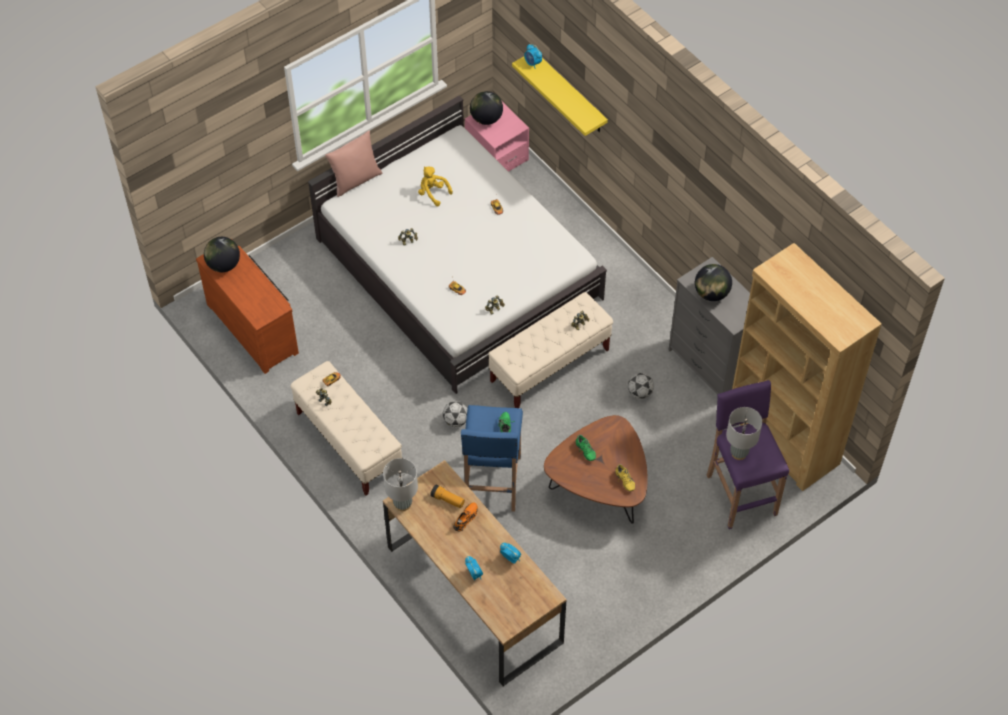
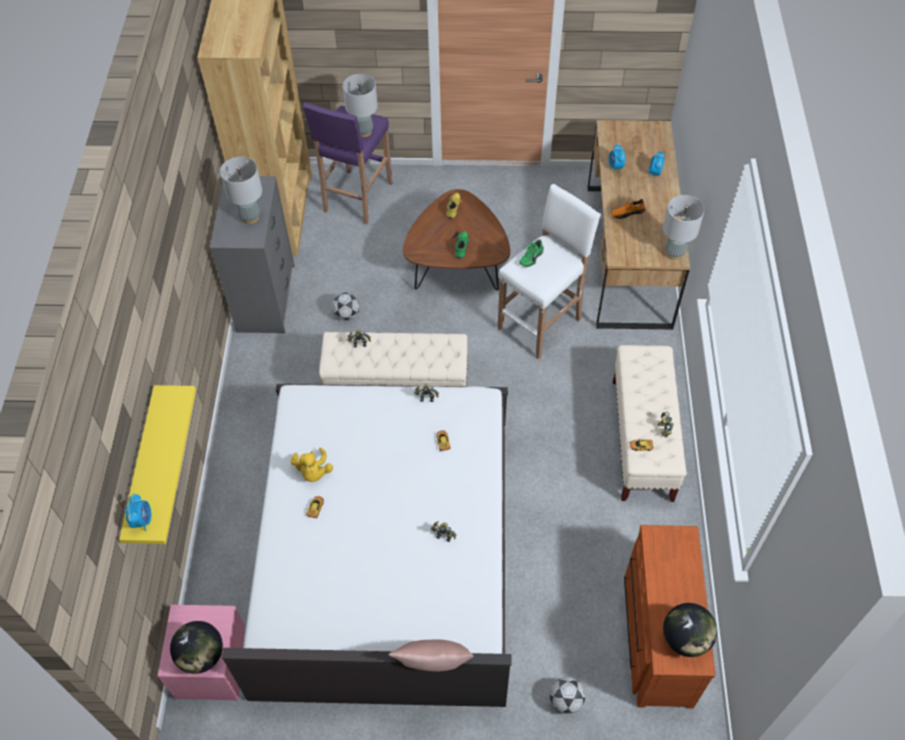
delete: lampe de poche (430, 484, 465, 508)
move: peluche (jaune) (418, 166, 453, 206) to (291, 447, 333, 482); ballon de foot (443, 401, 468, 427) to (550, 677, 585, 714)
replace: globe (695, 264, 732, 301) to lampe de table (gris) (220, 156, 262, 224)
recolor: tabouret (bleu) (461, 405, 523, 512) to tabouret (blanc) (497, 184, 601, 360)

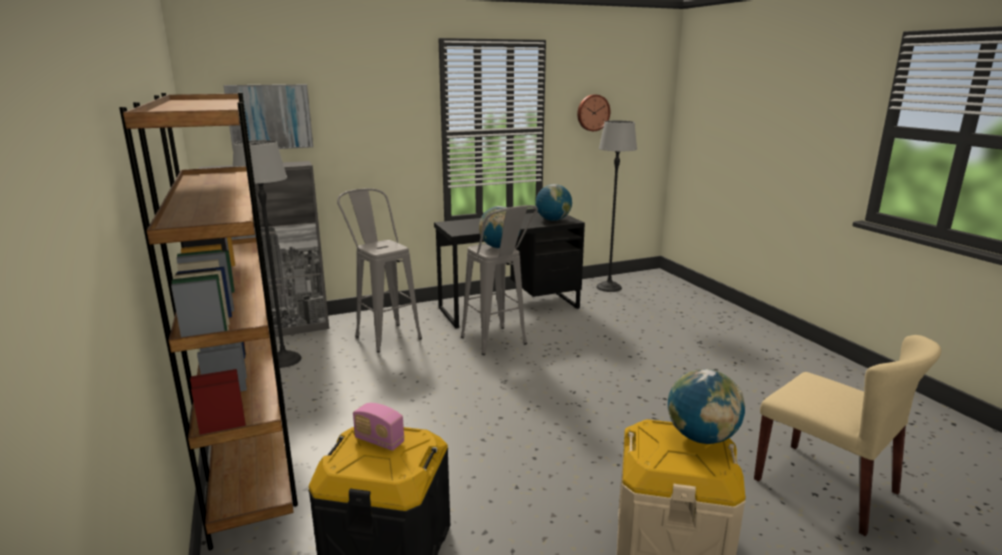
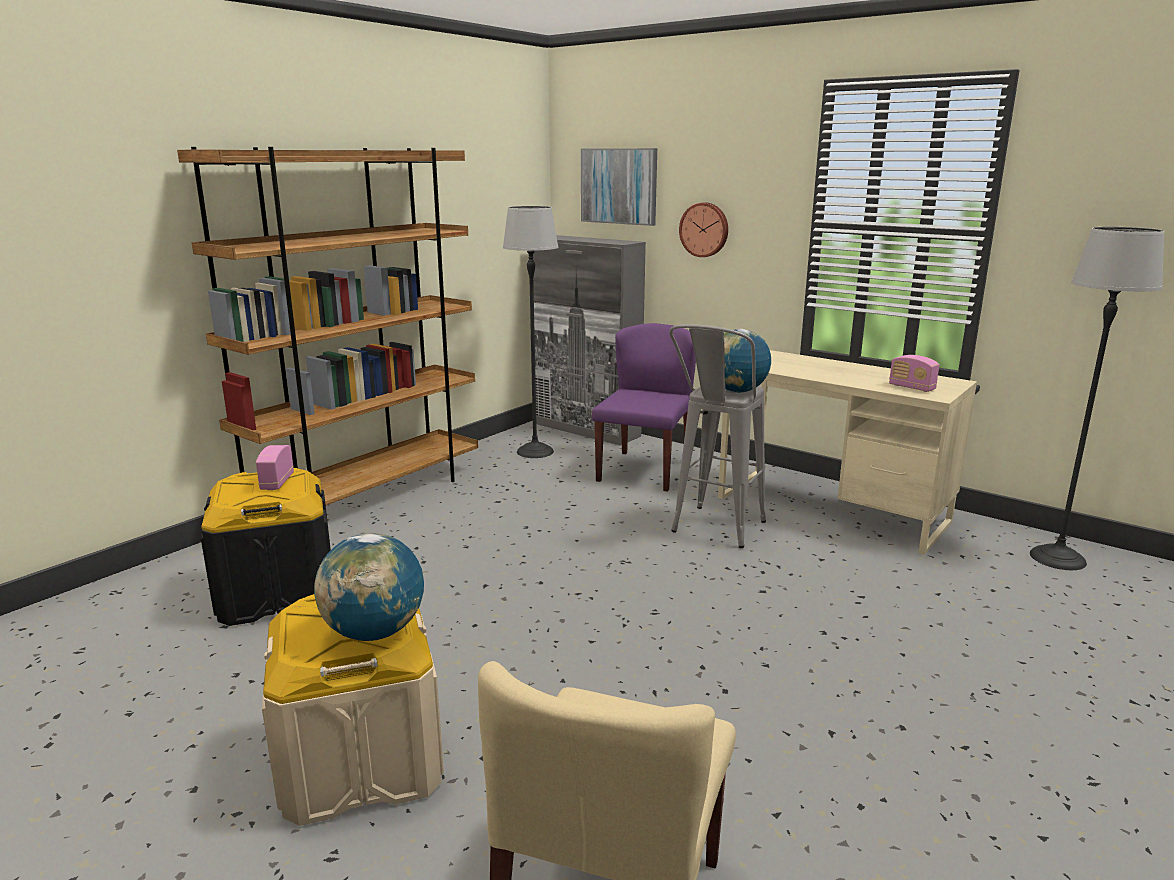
move: horloge murale (577, 95, 610, 131) to (679, 203, 728, 257)
replace: globe (536, 184, 572, 221) to radio (889, 355, 939, 392); tabouret (gris) (337, 188, 422, 353) to chaise (violet) (592, 323, 696, 492)
recolor: bureau (noir) (434, 212, 585, 328) to bureau (beige) (718, 350, 977, 555)

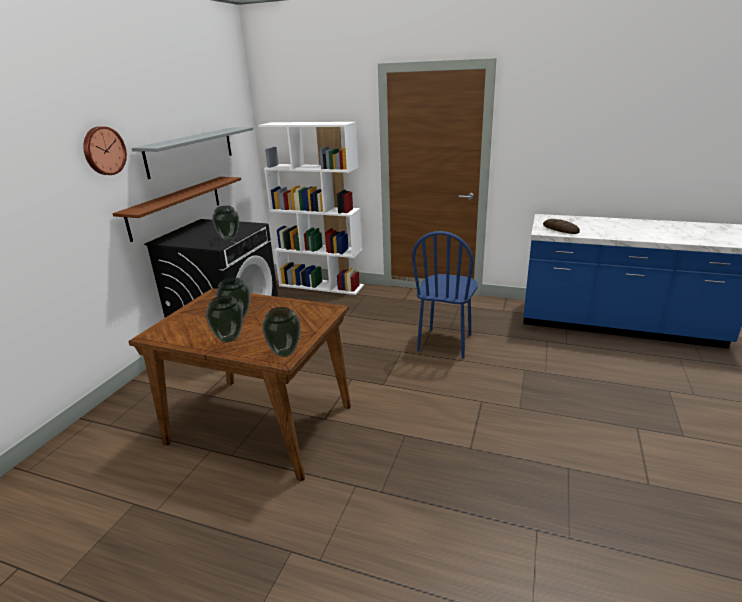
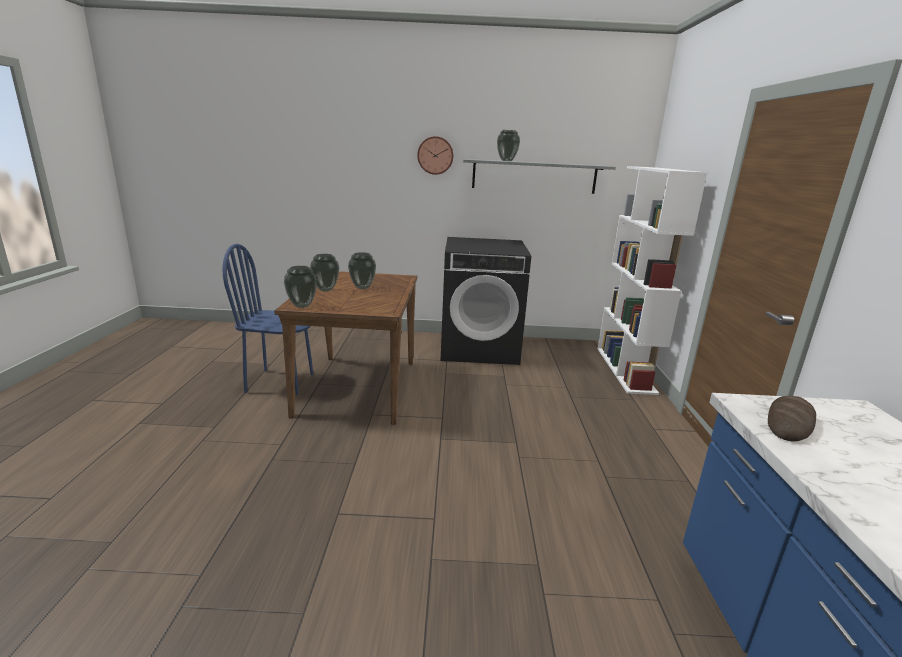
delete: étagère (marron) (113, 177, 241, 242)
move: vase (212, 206, 239, 240) to (497, 130, 520, 161); chaise (bleu) (412, 231, 478, 359) to (223, 244, 313, 395)

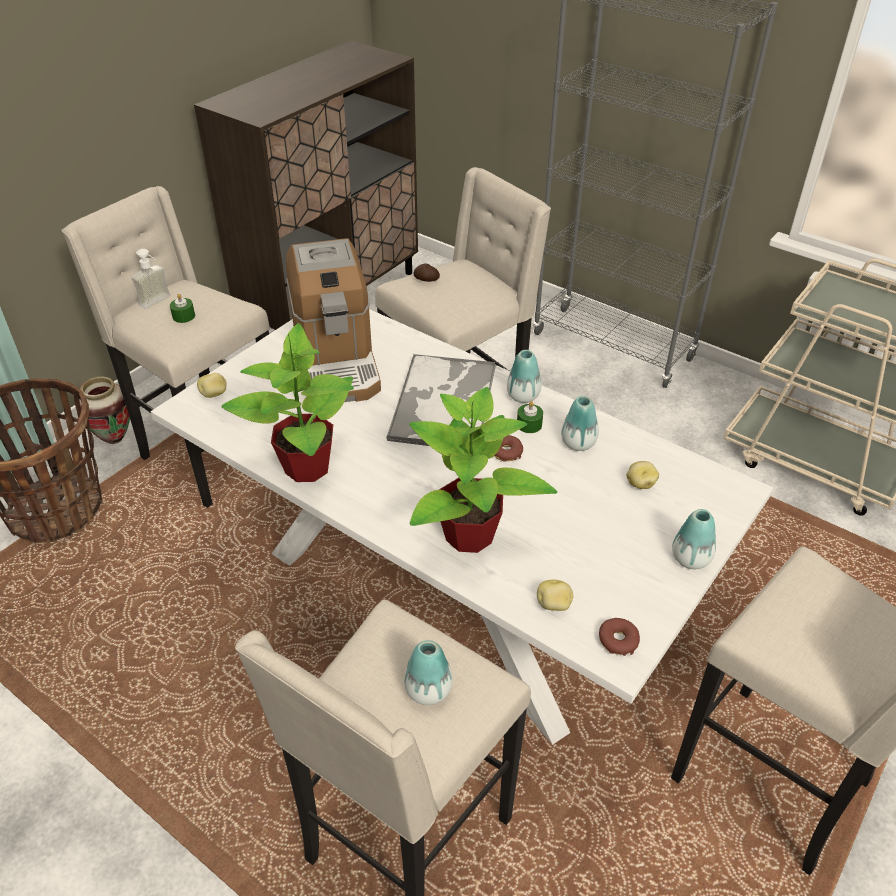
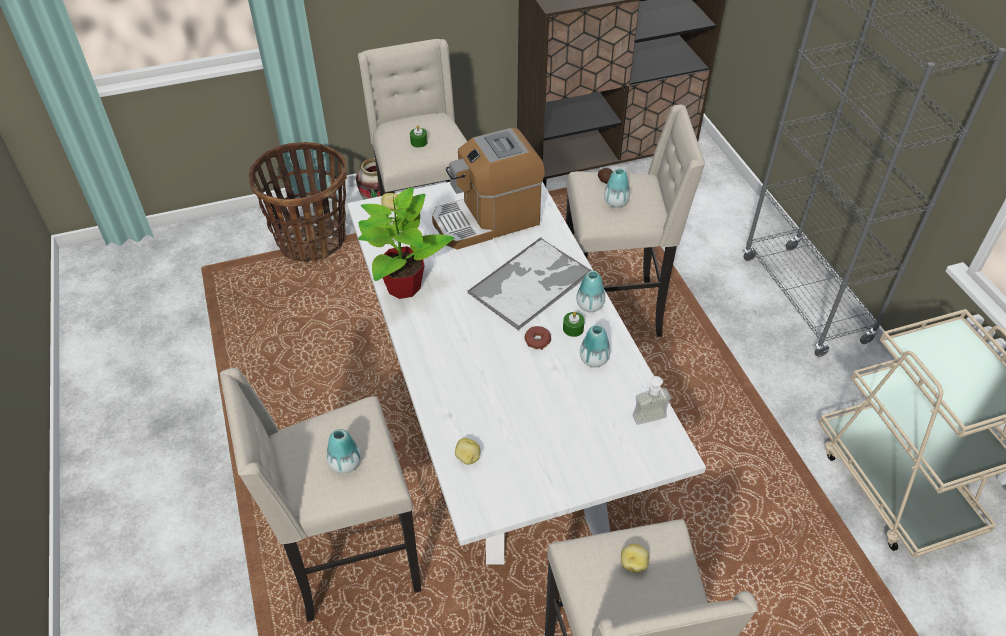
delete: plante en pot (409, 387, 557, 553); beignet (599, 618, 640, 656)
move: distributeur de savon (131, 249, 170, 309) to (632, 376, 671, 425); pomme de terre (626, 461, 659, 489) to (621, 543, 649, 573); vase (672, 509, 716, 569) to (604, 168, 630, 208)
rotate: machine à café (286, 238, 381, 402) = (432, 128, 545, 250) 45 degrees clockwise

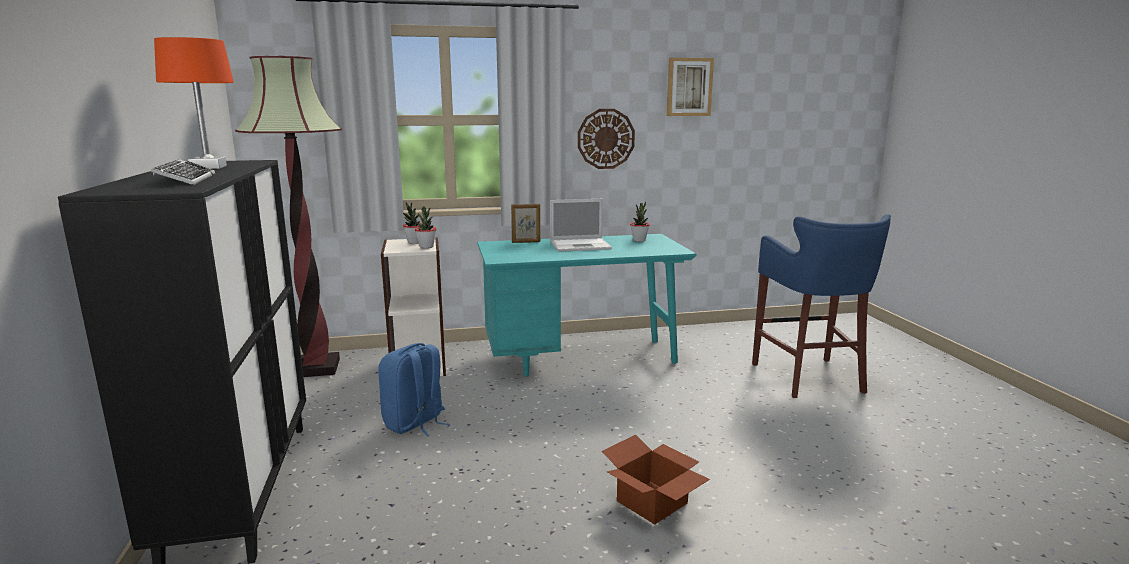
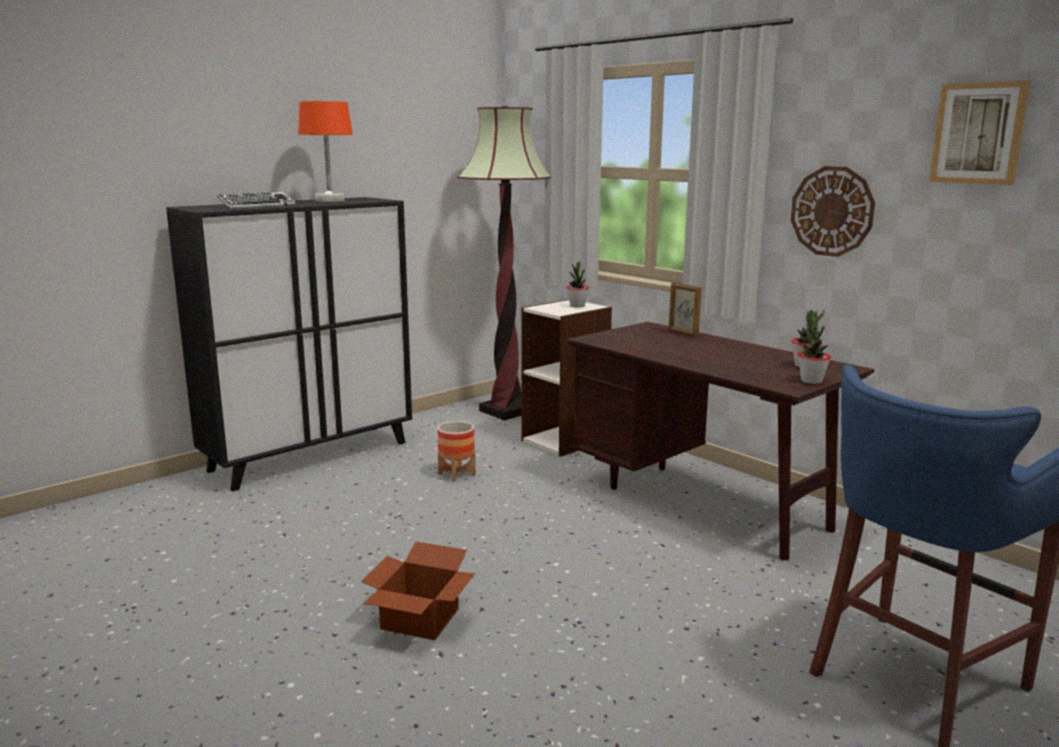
delete: ordinateur portable (550, 199, 612, 252)
move: plante en pot (415, 206, 436, 248) to (798, 322, 831, 384)
replace: sac à dos (bleu) (378, 343, 450, 437) to cache-pot (438, 421, 476, 482)
recolor: bureau (turquoise) (477, 234, 696, 377) to bureau (marron) (567, 322, 874, 560)

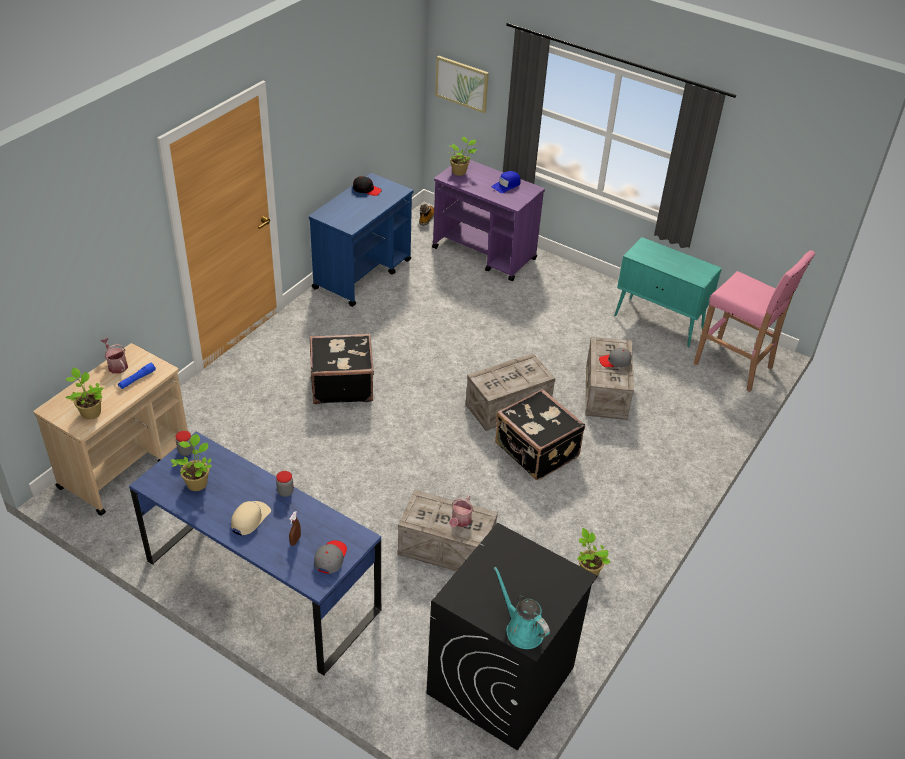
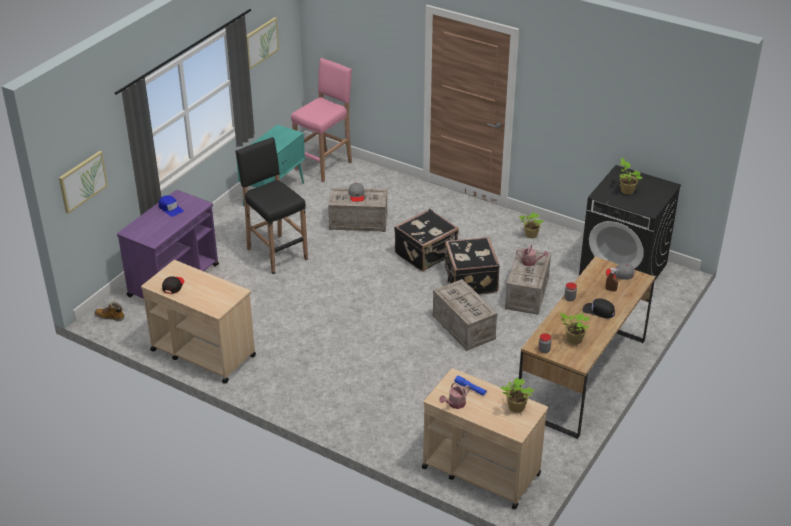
delete: arrosoir (turquoise) (494, 567, 550, 649)
insert: tableau (247, 17, 279, 70); tabouret (noir) (235, 137, 308, 274)
move: plante en pot (448, 137, 477, 176) to (619, 158, 642, 195); valise (noir) (310, 334, 374, 404) to (444, 237, 500, 295); caisse (465, 353, 556, 431) to (432, 279, 498, 351)
recolor: chariot (bleu) (309, 173, 413, 307) to chariot (beige) (141, 260, 256, 384); bureau (bleu) (129, 431, 381, 675) to bureau (marron) (519, 256, 655, 439); casquette (beige) (231, 501, 271, 535) to casquette (noir) (582, 298, 615, 318)

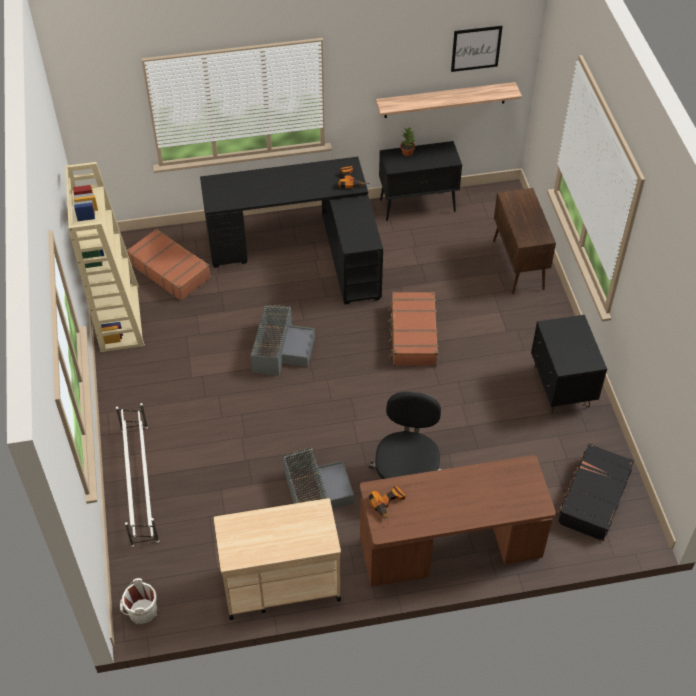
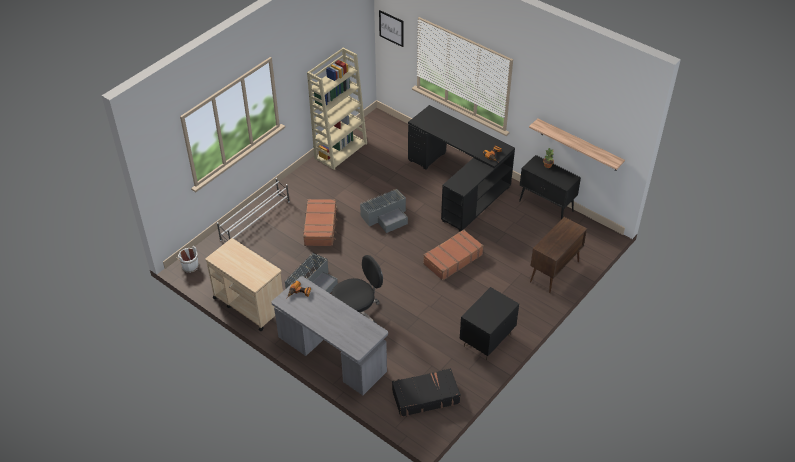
move: tableau (451, 26, 503, 72) to (379, 10, 403, 47); valise (marron) (127, 229, 211, 301) to (303, 199, 338, 246)
recolor: bureau (marron) (360, 455, 556, 587) to bureau (gris) (271, 276, 388, 395)

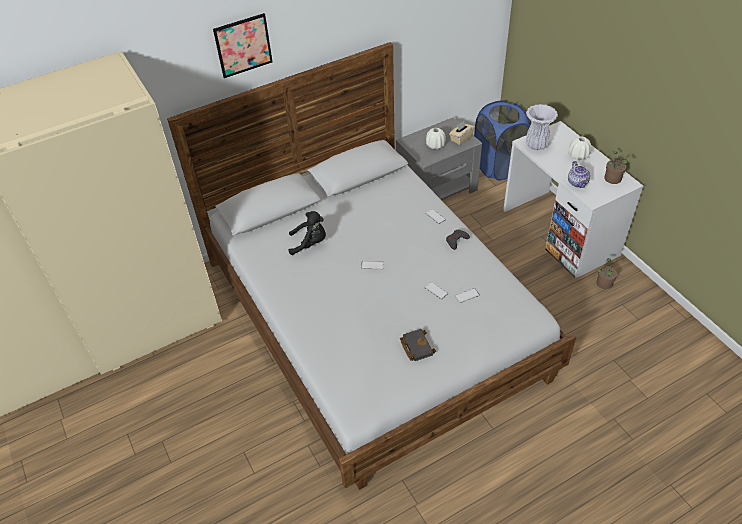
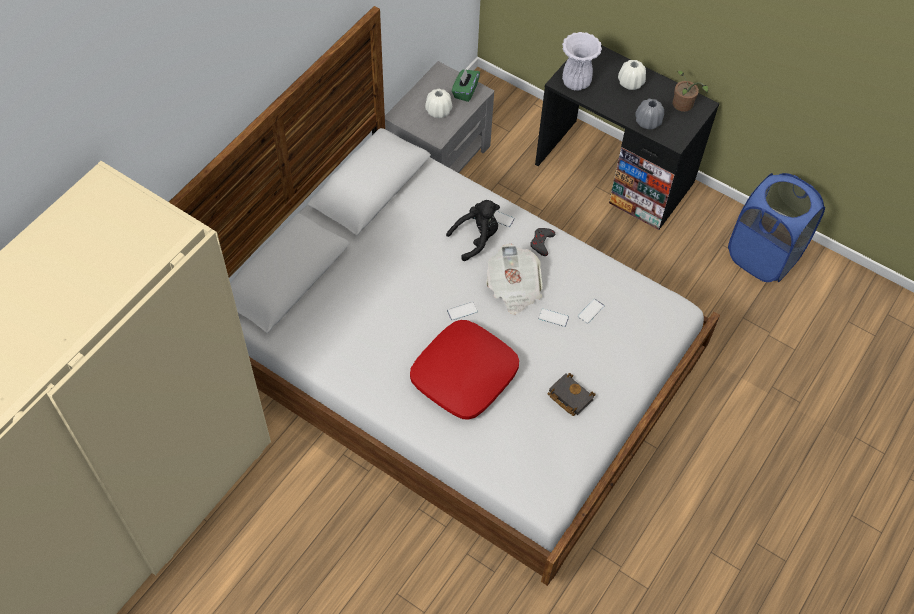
delete: tableau (213, 13, 273, 78); plante en pot (596, 258, 617, 289)
insert: journal (486, 243, 542, 315); coussin (rouge) (410, 320, 519, 419)
move: panier à linge (bleu) (474, 100, 530, 181) to (728, 173, 825, 282); peluche (noir) (289, 211, 326, 255) to (446, 200, 500, 261)
replace: théière (568, 161, 590, 188) to vase (gris) (635, 99, 664, 129)
recolor: boîte à mouchoirs (beige) (449, 121, 475, 145) to boîte à mouchoirs (vert) (452, 69, 480, 102); bureau (blanc) (503, 121, 643, 278) to bureau (noir) (535, 45, 720, 230)

